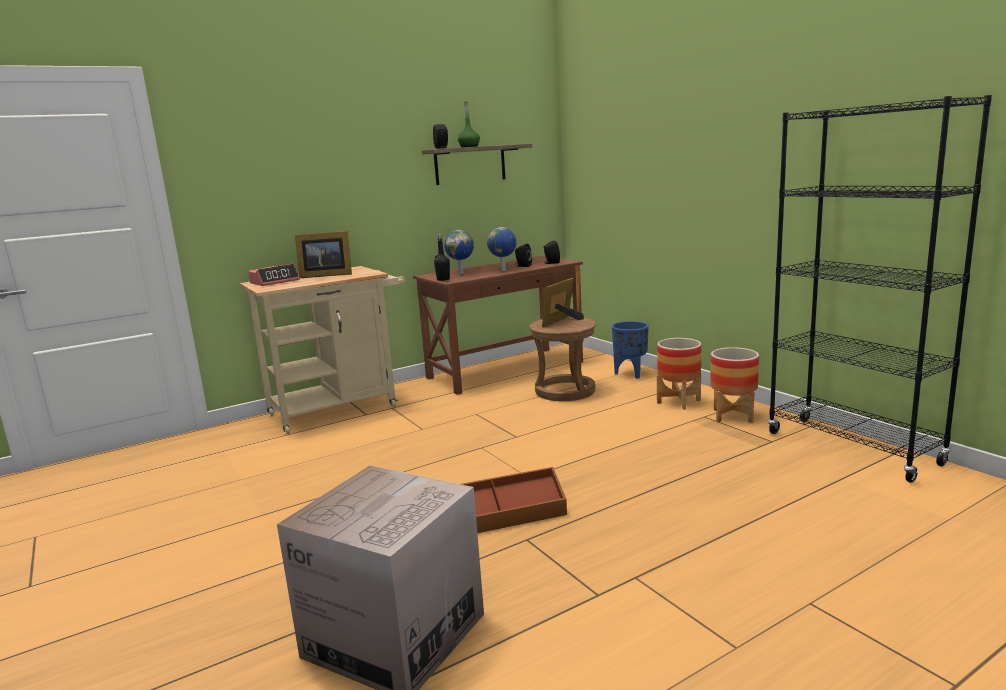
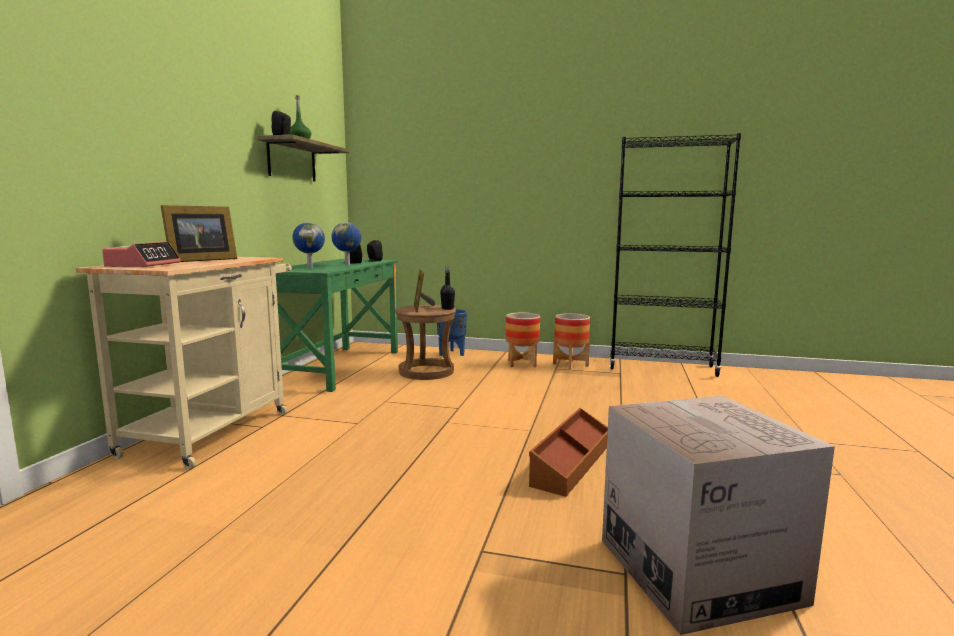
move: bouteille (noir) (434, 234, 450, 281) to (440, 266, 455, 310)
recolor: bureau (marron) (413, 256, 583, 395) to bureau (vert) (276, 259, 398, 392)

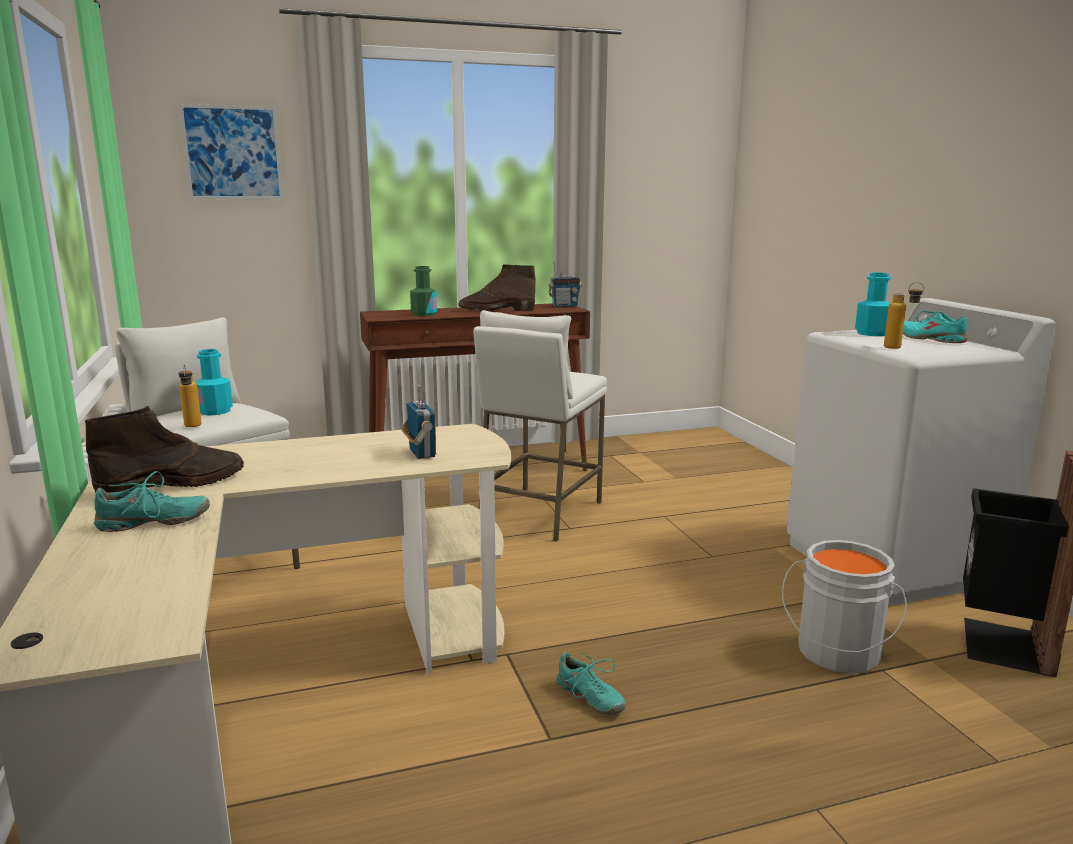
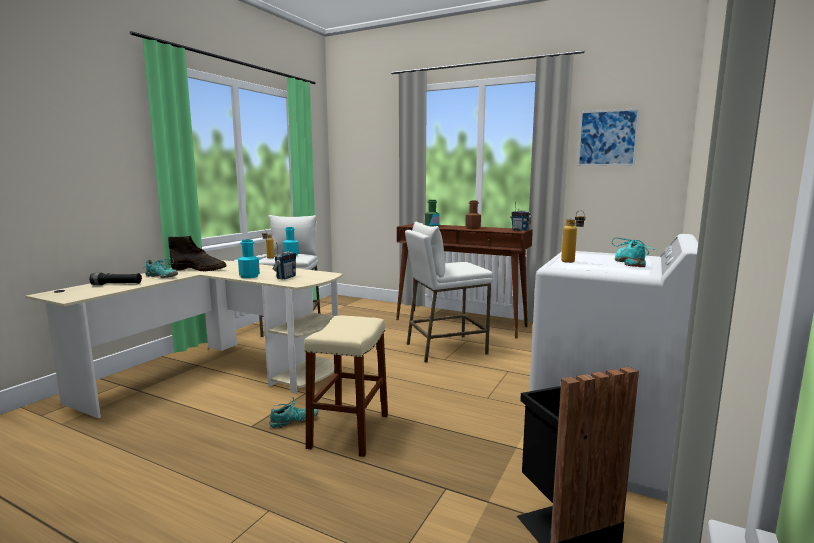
delete: seau (gris) (782, 540, 907, 674)
insert: lampe de poche (noir) (89, 273, 142, 285); tabouret (beige) (304, 315, 388, 457)
move: tableau (179, 104, 283, 199) to (577, 108, 640, 166); bouteille (turquoise) (855, 272, 891, 336) to (238, 239, 260, 278)
replace: botte (marron) (458, 264, 536, 311) to bouteille (marron) (465, 201, 481, 229)
rotate: chaussure (turquoise) (557, 652, 626, 714) = (269, 397, 319, 428) 120 degrees counterclockwise

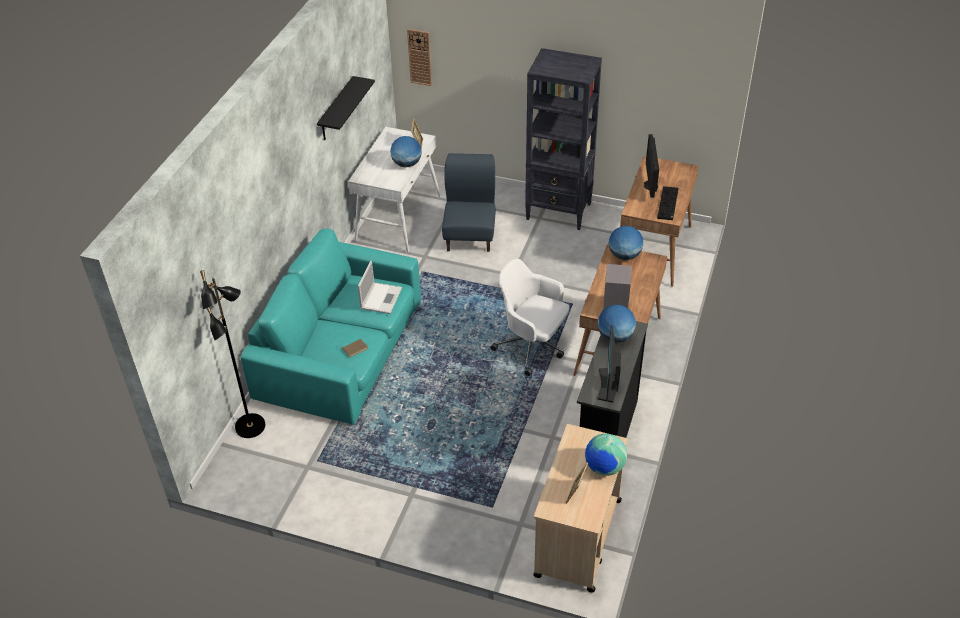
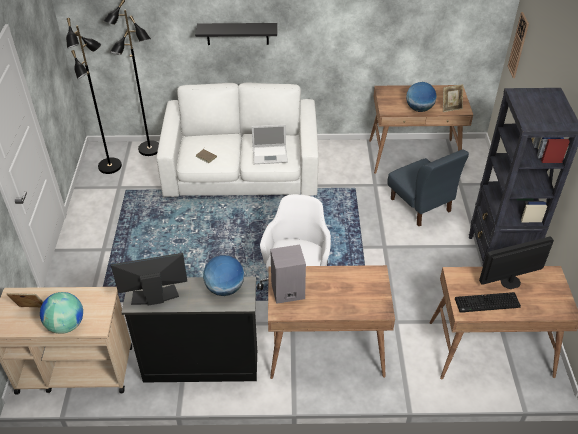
delete: globe (609, 226, 643, 260)
insert: lampadaire (noir) (66, 18, 122, 174)
move: étagère (noir) (317, 76, 375, 140) to (195, 23, 277, 45)
recolor: bureau (blanc) (348, 127, 441, 252) to bureau (marron) (369, 85, 473, 174); canapé (turquoise) (241, 228, 421, 425) to canapé (blanc) (156, 83, 319, 197)
rotate: chaise (bleu) (442, 153, 496, 252) = (387, 149, 469, 226) 75 degrees clockwise

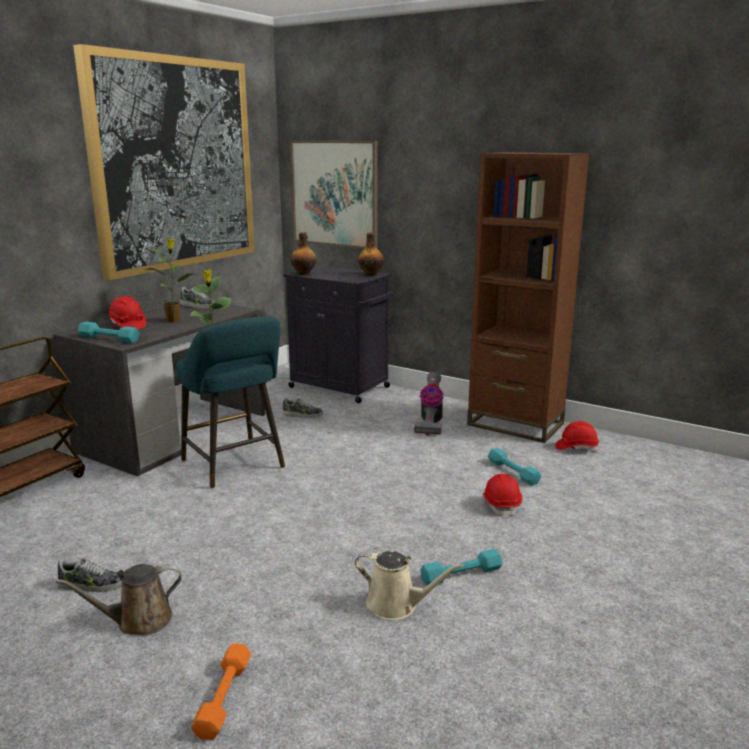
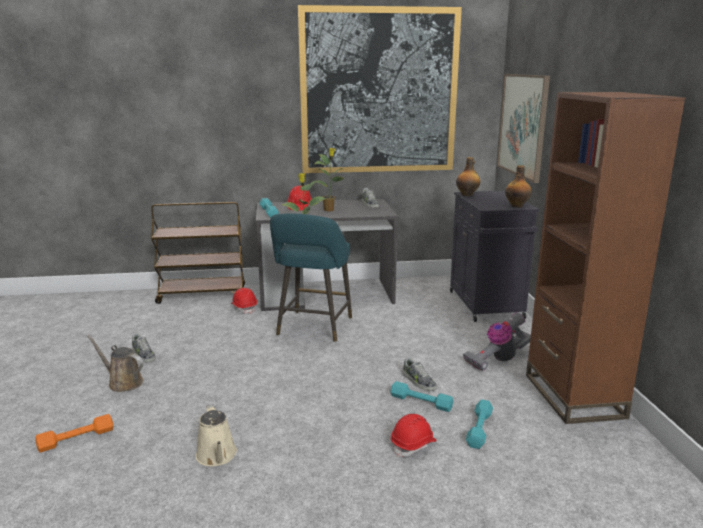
move: chaussure (282, 398, 323, 418) to (403, 357, 437, 391); casque de chantier (rouge) (555, 421, 599, 451) to (231, 288, 257, 314); haltère (turquoise) (420, 549, 503, 586) to (390, 381, 453, 412)

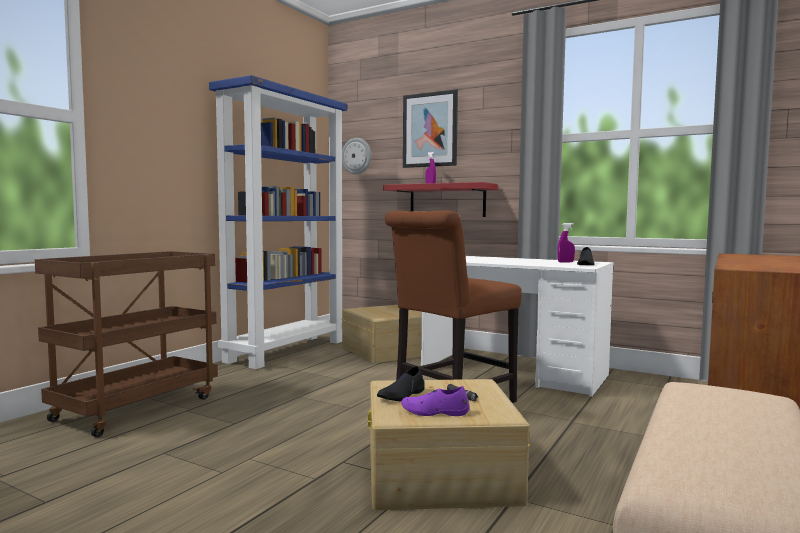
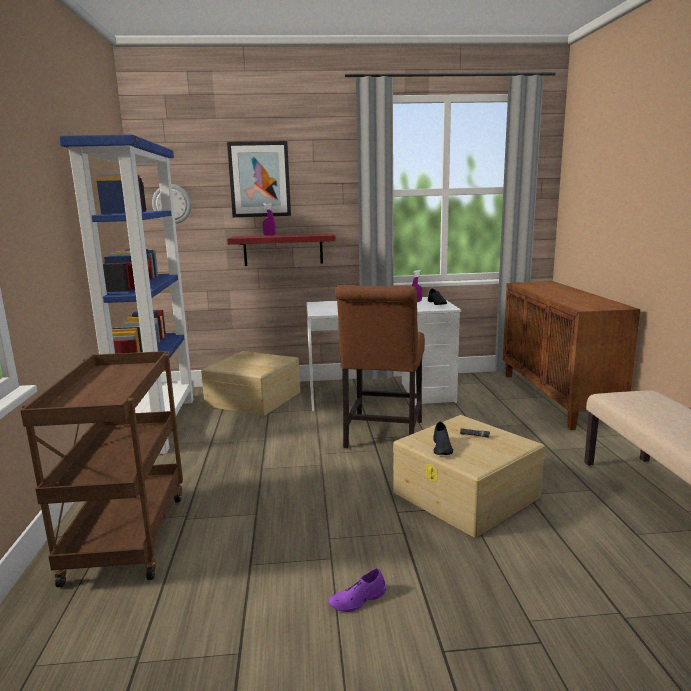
move: chaussure (violet) (401, 386, 470, 416) to (328, 568, 386, 612)

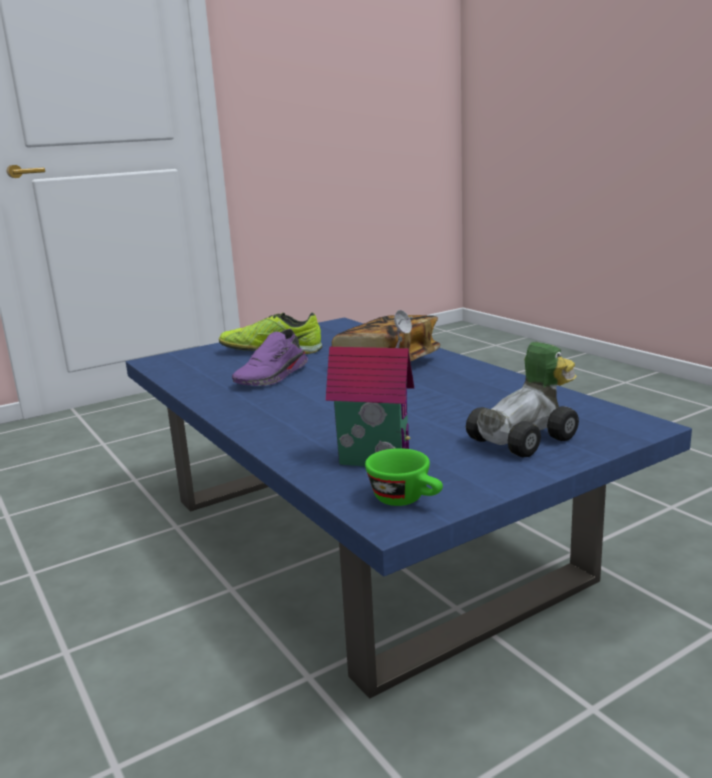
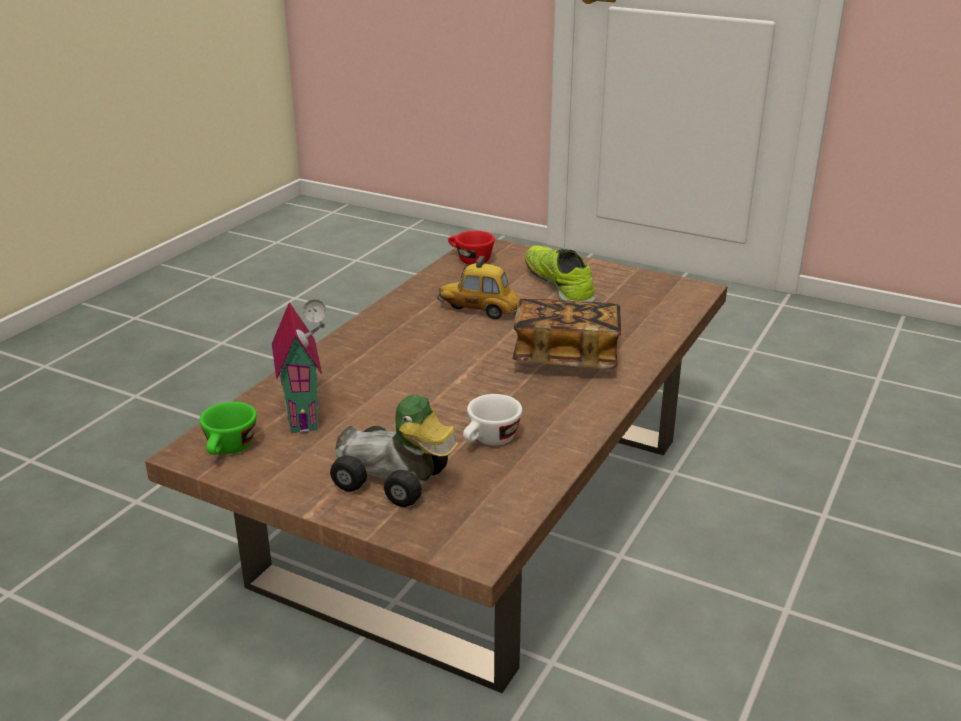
insert: tasse (rouge) (448, 231, 495, 265); tasse (blanc) (463, 394, 522, 445)
replace: chaussure (violet) (232, 329, 308, 386) to petite voiture (437, 256, 521, 319)
recolor: table basse (bleu) (126, 317, 692, 698) to table basse (marron) (145, 239, 727, 693)

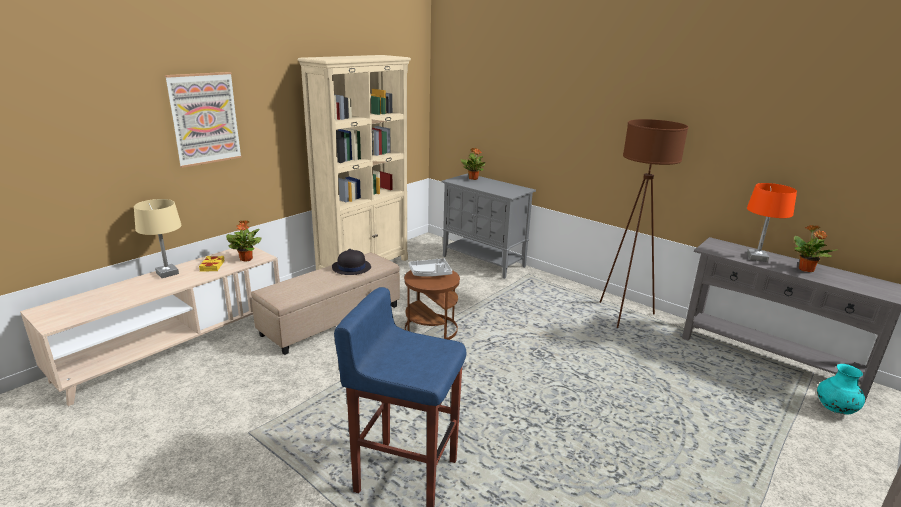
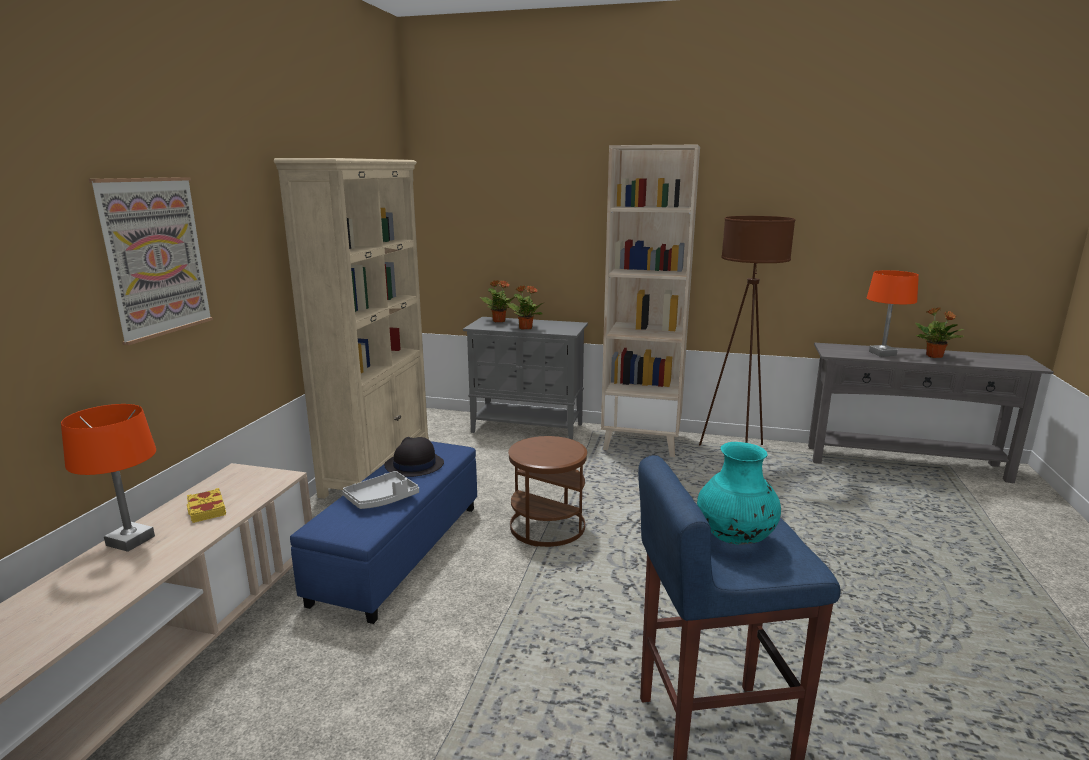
insert: bibliothèque (beige) (601, 145, 700, 457)
move: plante en pot (226, 220, 262, 262) to (506, 285, 543, 330); plateau (gris) (409, 259, 452, 277) to (342, 471, 419, 509); vase (turquoise) (817, 364, 865, 415) to (697, 442, 781, 545)
recolor: lampe de table (beige) (134, 199, 181, 278) to lampe de table (orange) (61, 404, 156, 552); pouf (beige) (251, 253, 400, 355) to pouf (bleu) (290, 441, 477, 624)

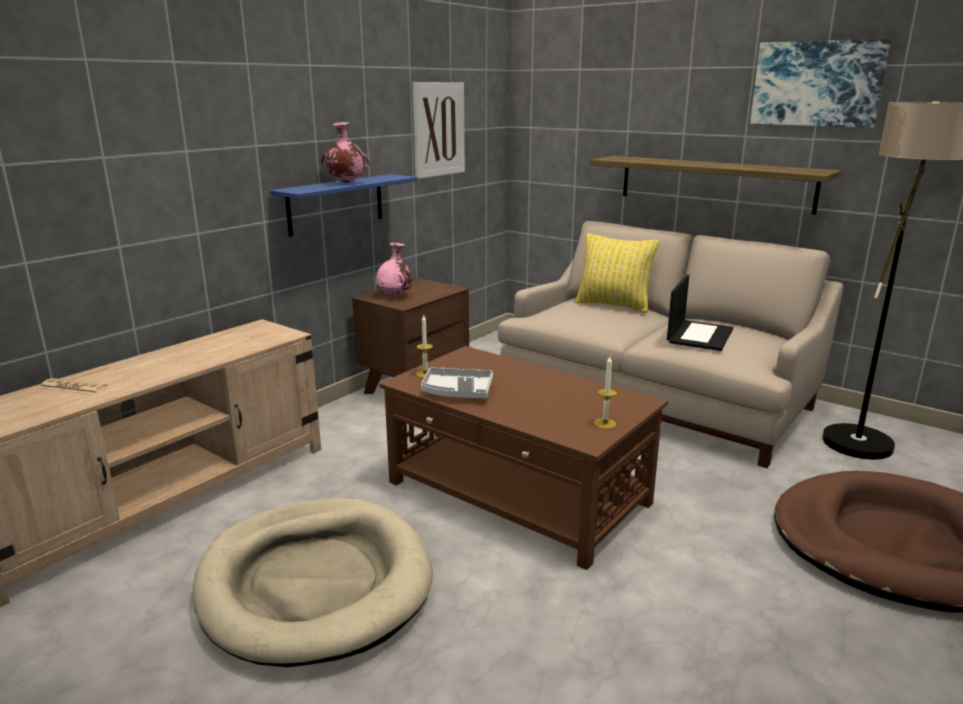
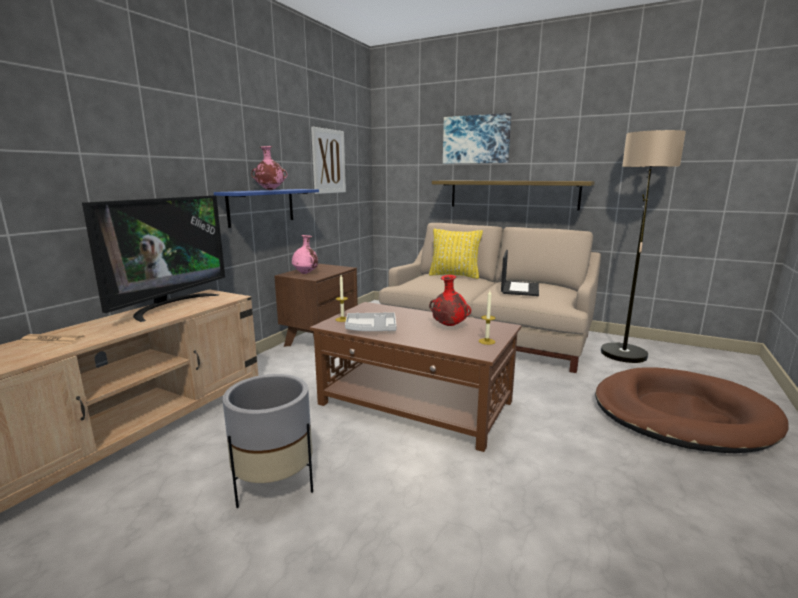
insert: téléviseur (82, 195, 225, 322); vase (rouge) (429, 275, 471, 326)
move: tableau (750, 39, 891, 128) to (443, 113, 511, 164)
replace: panier pour chien (beige) (192, 498, 433, 667) to cache-pot (gris) (223, 374, 313, 508)

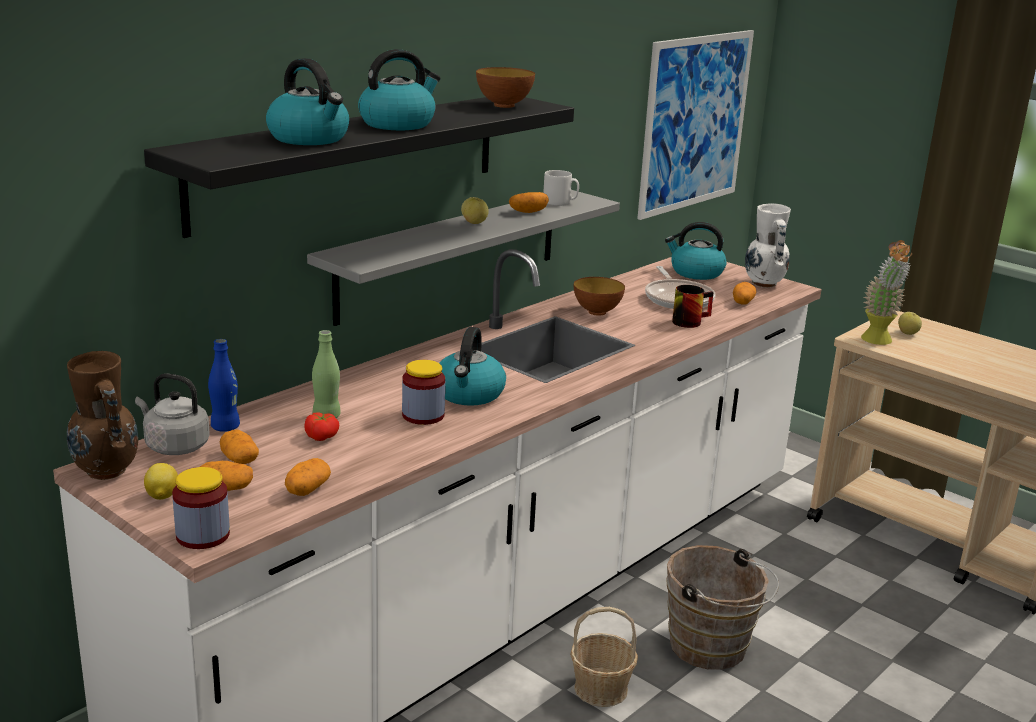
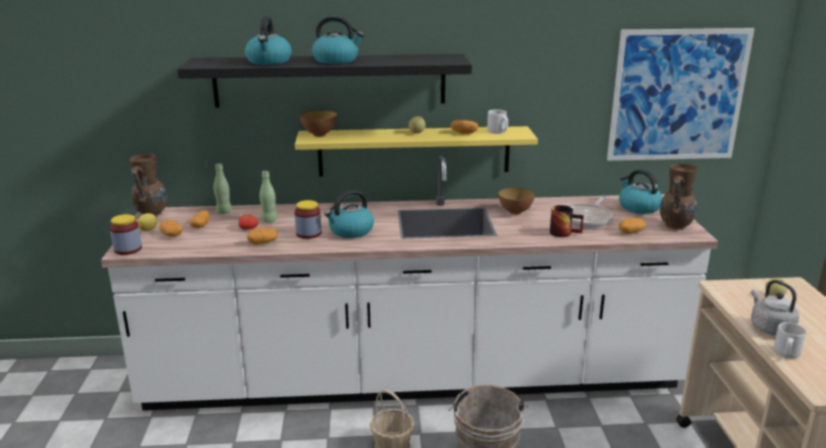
delete: plante en pot (861, 240, 912, 345)
insert: mug (gris) (773, 322, 806, 359)
move: bol (476, 67, 535, 108) to (300, 110, 337, 137); bouilloire (gris) (135, 373, 210, 455) to (751, 280, 799, 335); pomme de terre (285, 458, 331, 496) to (247, 228, 278, 244)
recolor: étagère (gris) (307, 190, 620, 326) to étagère (jaune) (295, 126, 538, 177); vase (blanc) (745, 203, 791, 288) to vase (marron) (660, 163, 698, 230); bouteille (bleu) (208, 339, 240, 432) to bouteille (vert) (214, 163, 232, 214)

